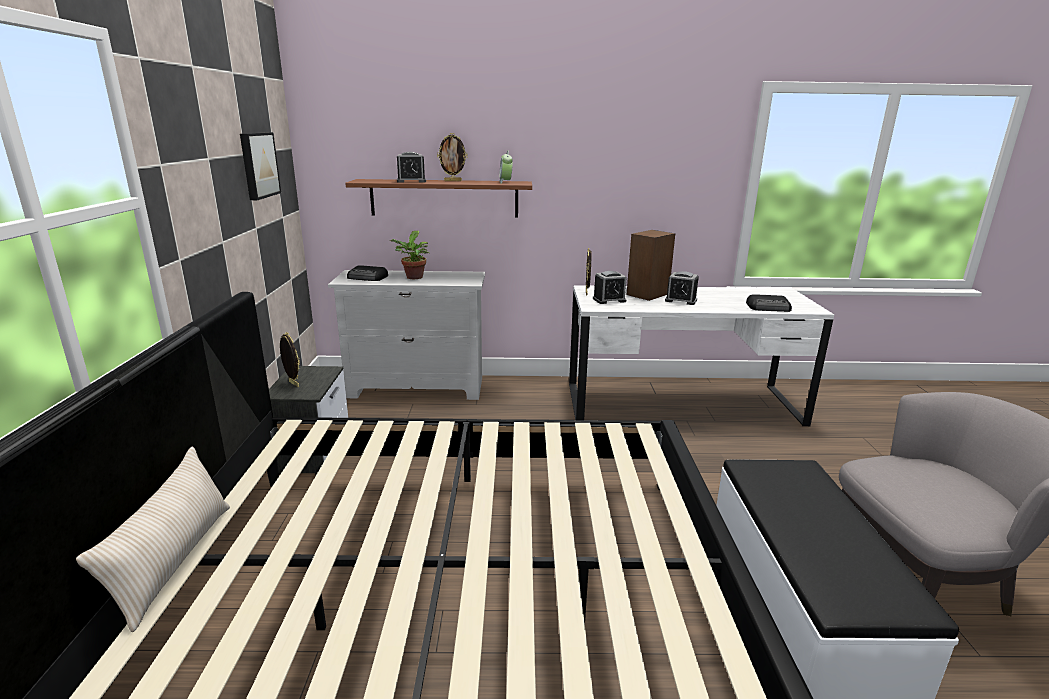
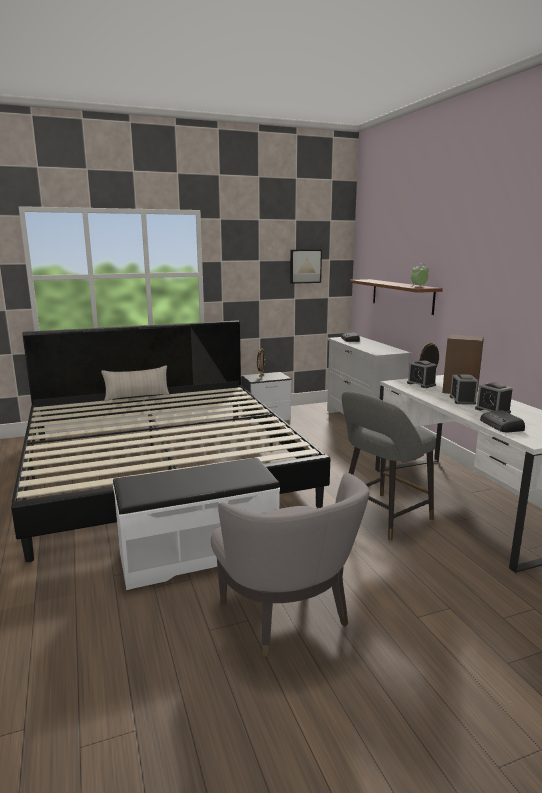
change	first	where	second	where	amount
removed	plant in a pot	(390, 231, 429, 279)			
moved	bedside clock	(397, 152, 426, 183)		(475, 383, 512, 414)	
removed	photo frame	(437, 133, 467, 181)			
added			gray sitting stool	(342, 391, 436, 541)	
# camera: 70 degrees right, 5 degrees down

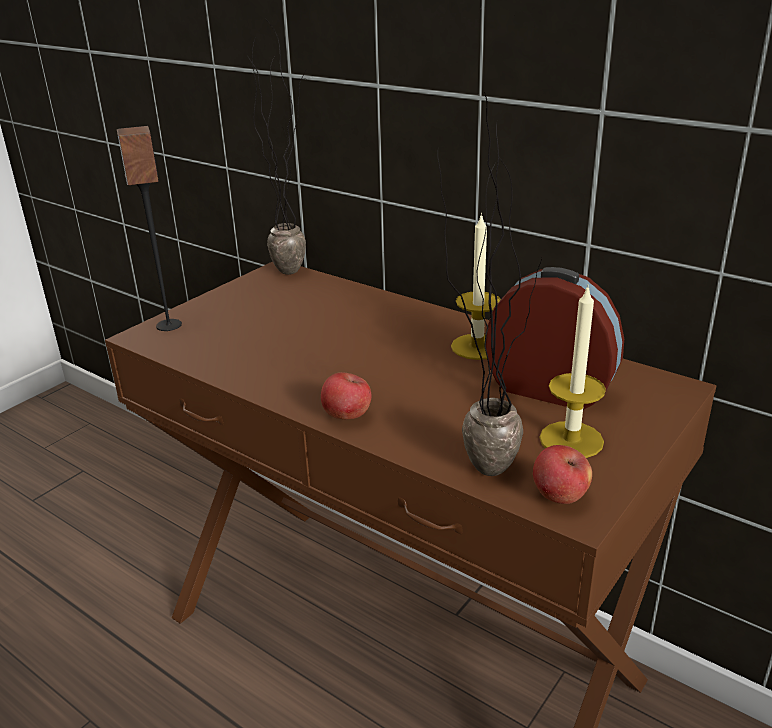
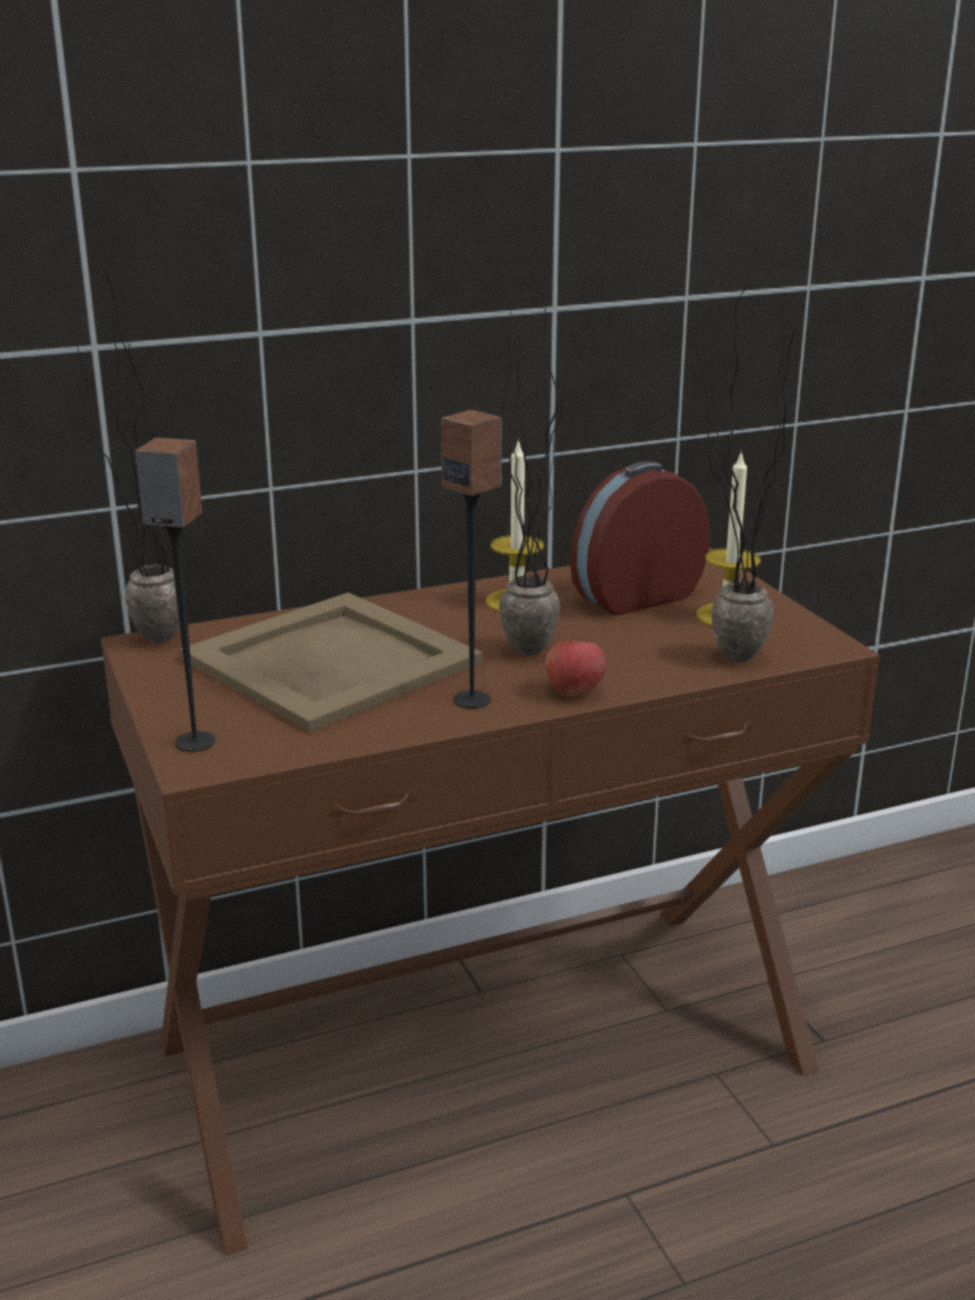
change	first	where	second	where	amount
removed	apple fruit	(533, 445, 592, 504)			
added			sand-coloured serving tray	(179, 592, 483, 732)	
added			speaker	(441, 410, 502, 708)	
added			plant in a pot	(499, 272, 580, 656)	
# camera: 60 degrees left, 5 degrees down

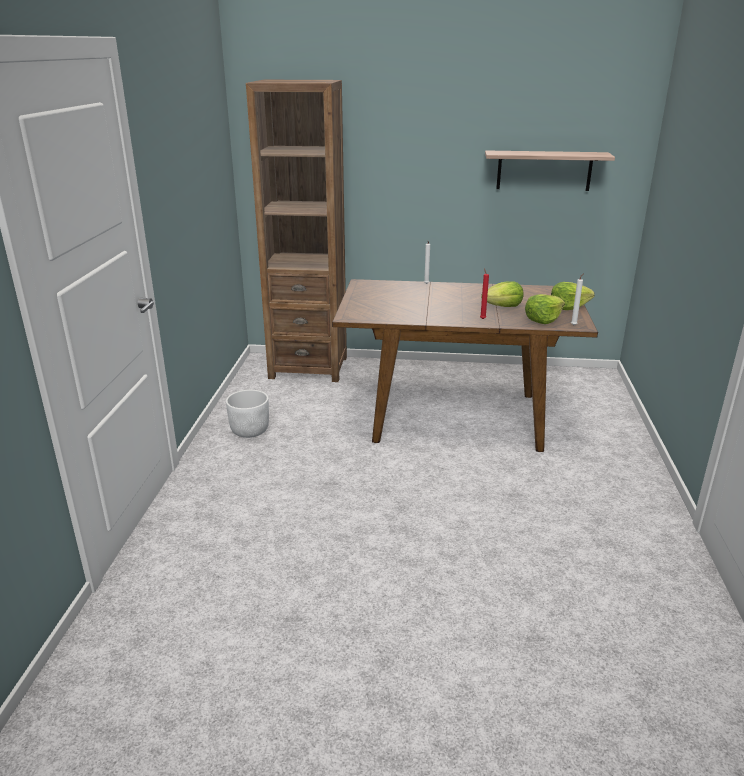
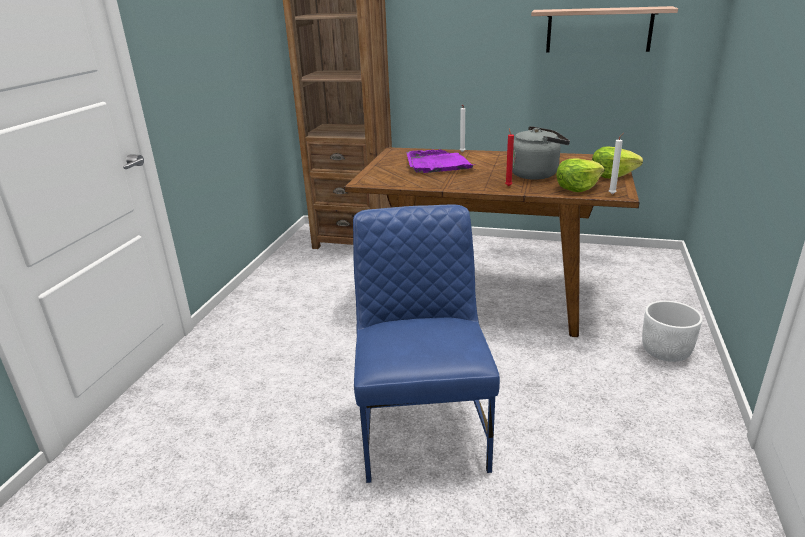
change	first	where	second	where	amount
moved	white-coloured planter	(226, 390, 269, 438)		(642, 301, 703, 362)	
replaced	lettuce head	(481, 281, 523, 307)	gray water kettle	(512, 126, 570, 180)	
added			blue upright chair	(353, 204, 500, 483)	
added			purple serving tray	(407, 150, 474, 173)	
# camera: 10 degrees right, 0 degrees up

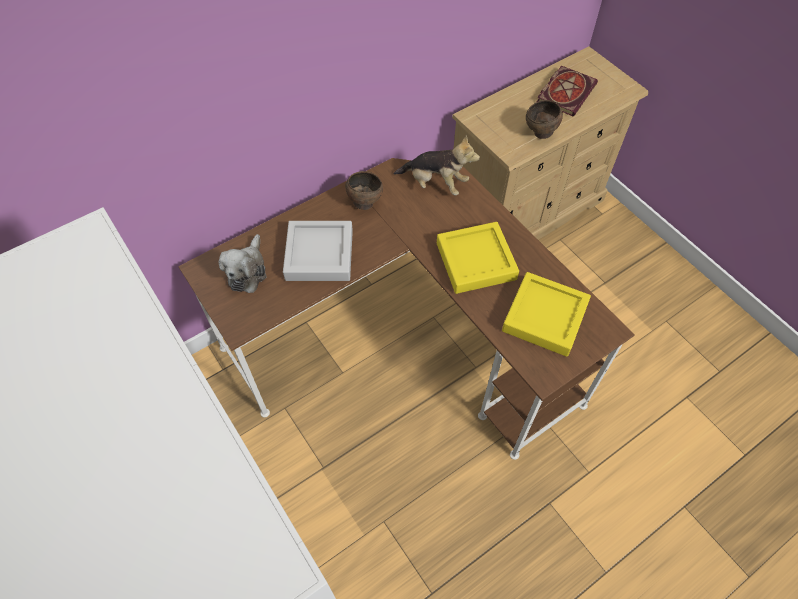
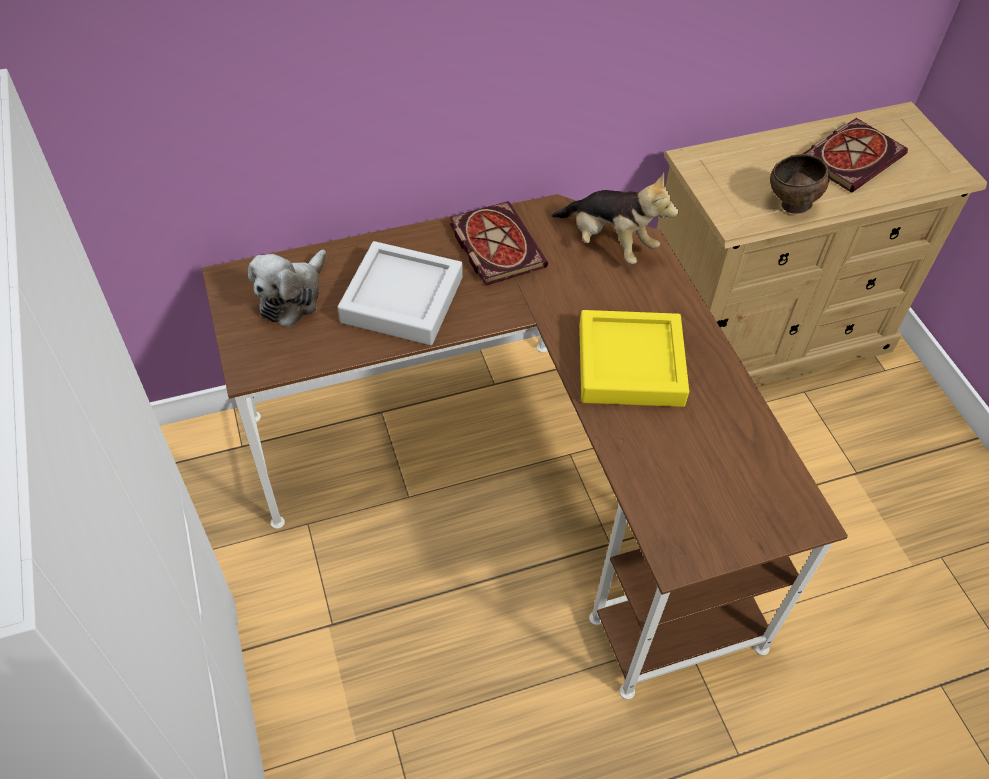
change	first	where	second	where	amount
replaced	brown deep dish	(345, 171, 383, 210)	volume	(450, 201, 548, 286)	
removed	yellow-coloured serving tray	(502, 272, 591, 357)			
# camera: 15 degrees right, 5 degrees down

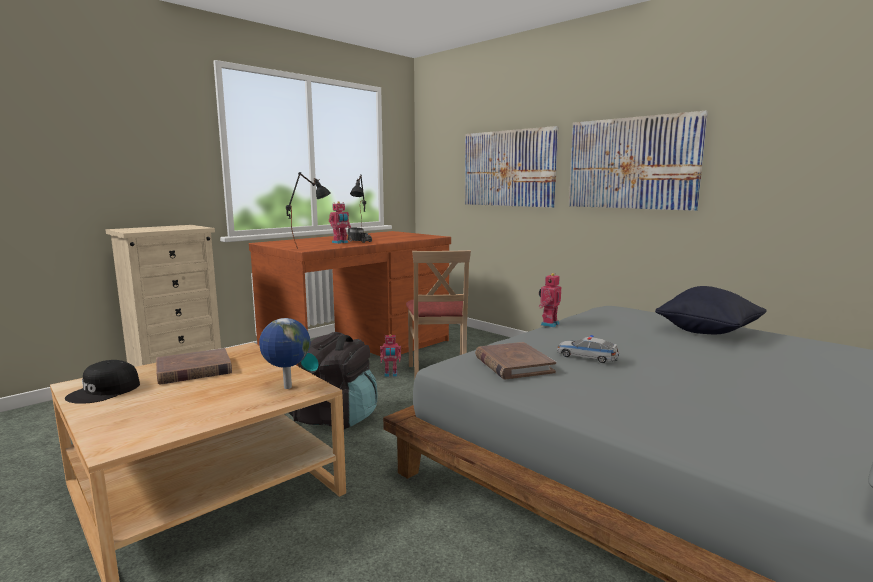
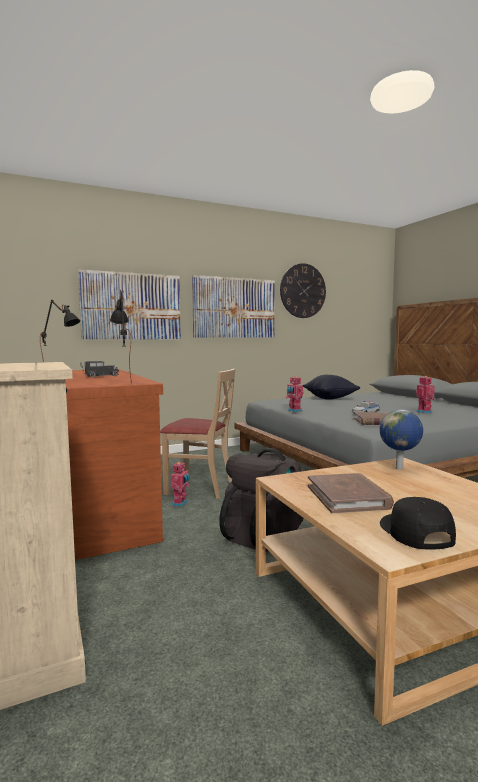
change	first	where	second	where	amount
turned	black baseball cap	(65, 360, 140, 404)		(380, 497, 456, 550)	150 degrees counterclockwise
moved	toy robot	(329, 201, 351, 244)		(416, 376, 436, 414)	
added			wall clock	(280, 263, 326, 318)	
# camera: 70 degrees left, 5 degrees down

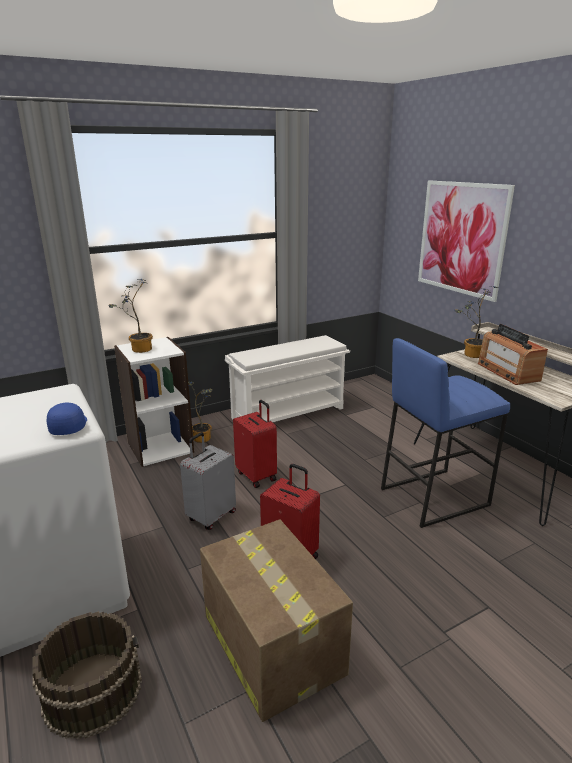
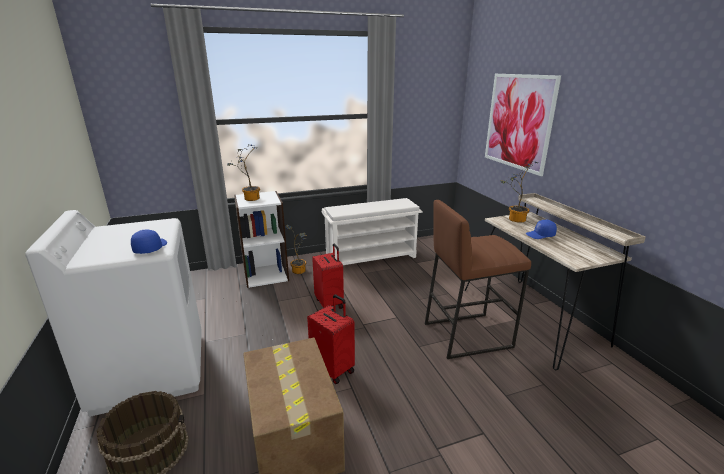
change	first	where	second	where	amount
removed	gray suitcase	(180, 433, 236, 530)			
recoloured	blue sitting stool	(381, 338, 510, 528)	brown sitting stool	(425, 200, 531, 359)	
replaced	radio receiver	(478, 324, 548, 385)	blue baseball cap	(526, 220, 557, 239)	
# camera: 10 degrees right, 0 degrees up

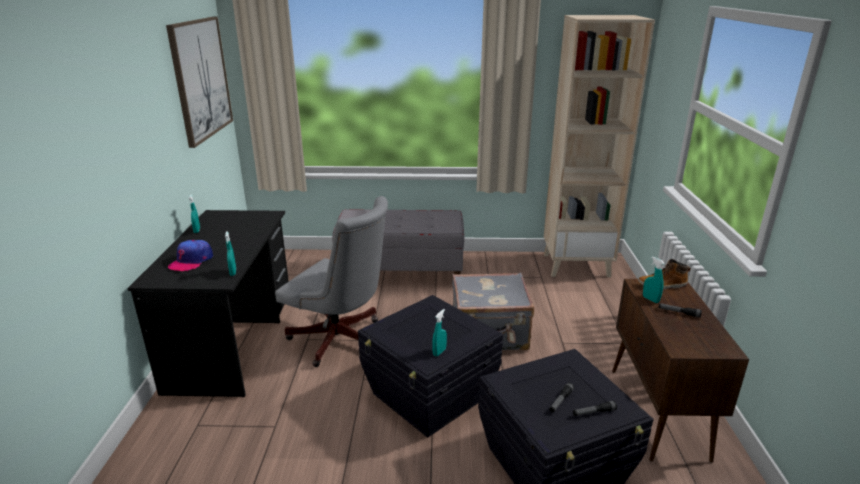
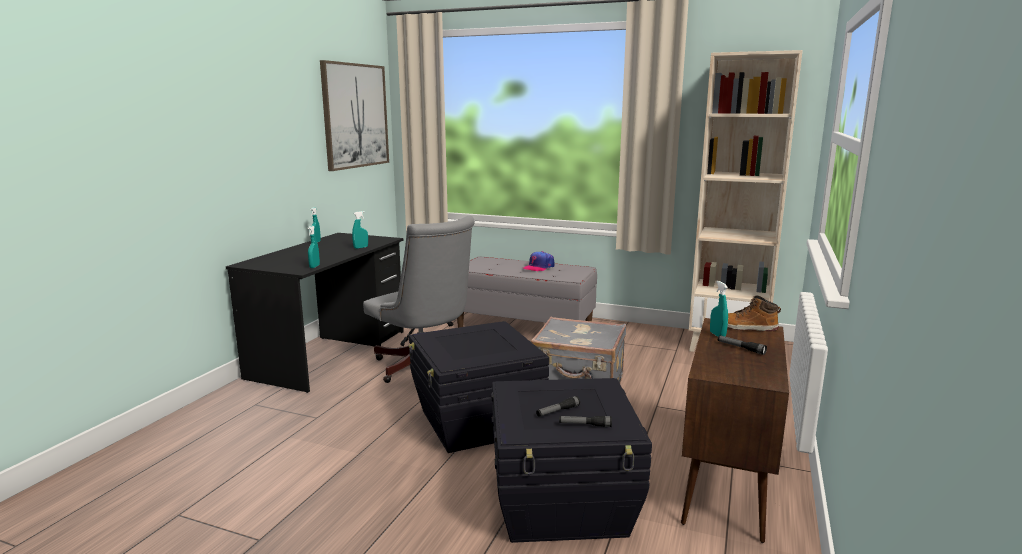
change	first	where	second	where	amount
moved	baseball cap	(168, 240, 213, 271)		(523, 251, 554, 272)	
moved	blue-green sprayer	(432, 309, 447, 356)		(352, 211, 368, 249)	
# camera: 20 degrees right, 10 degrees down

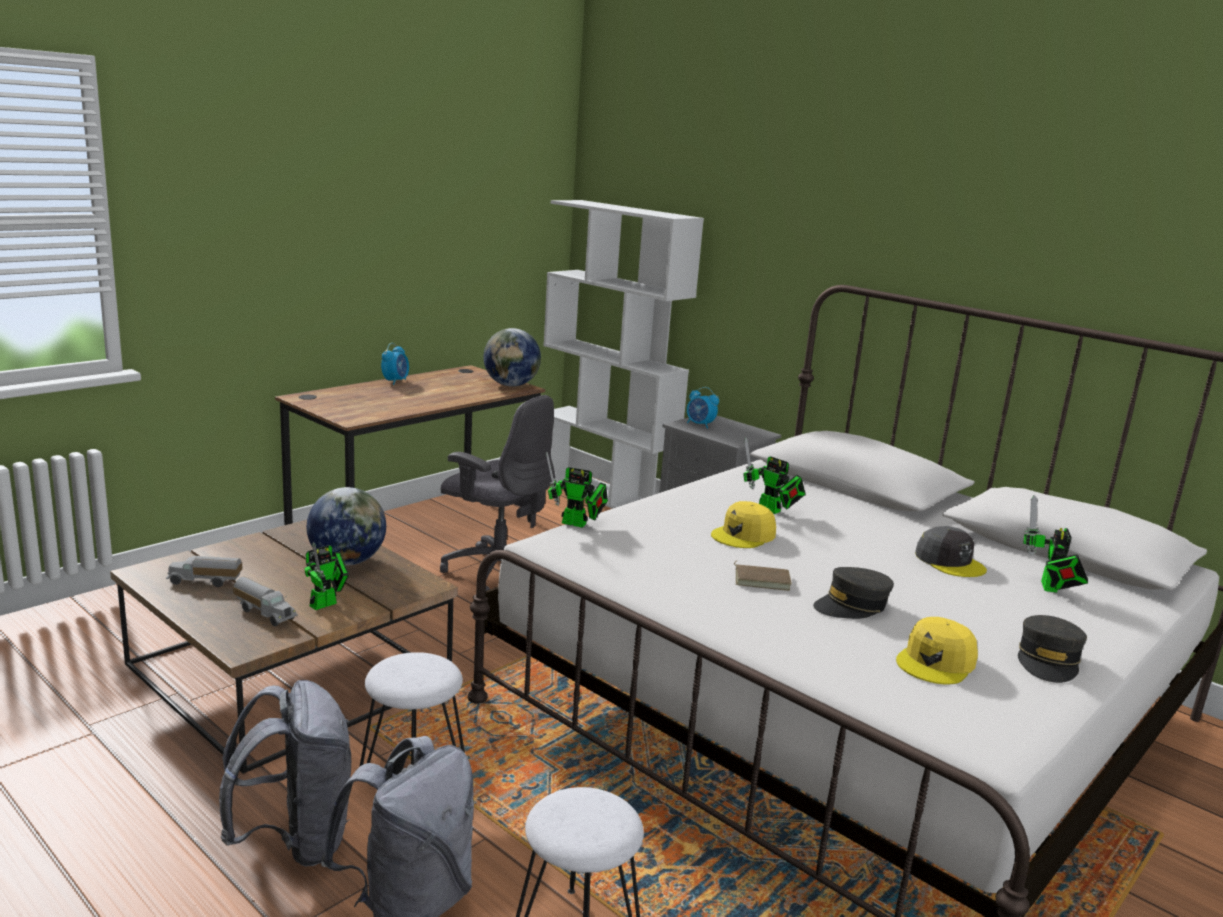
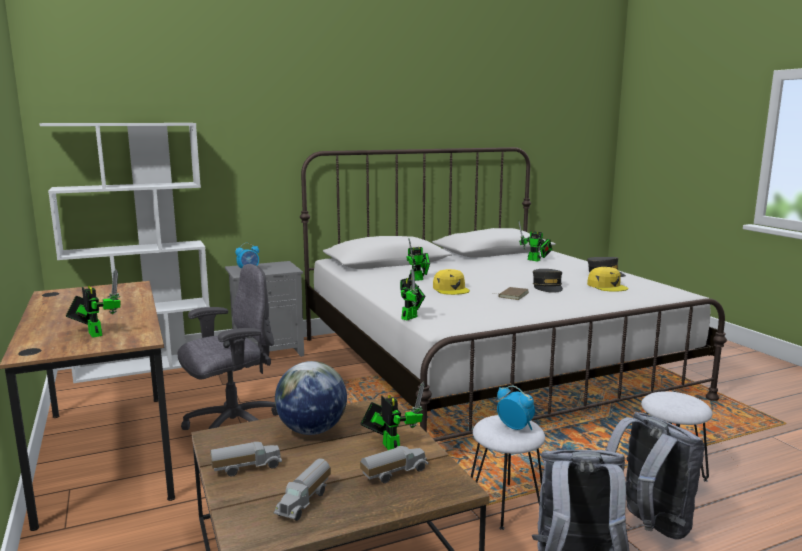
change	first	where	second	where	amount
moved	bedside clock	(381, 343, 409, 385)		(497, 386, 535, 430)	
removed	desk globe	(484, 328, 541, 386)			
removed	gray baseball cap	(915, 526, 987, 577)			
added			toy robot	(66, 269, 120, 338)	
added			toy lorry	(210, 441, 282, 476)	
# camera: 65 degrees left, 5 degrees down

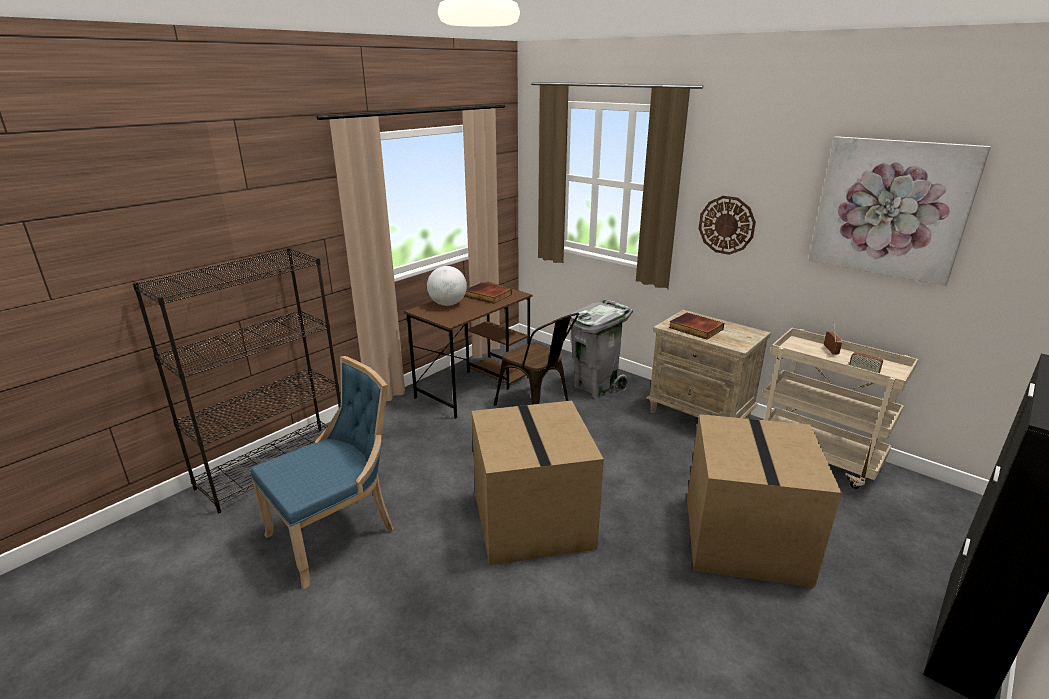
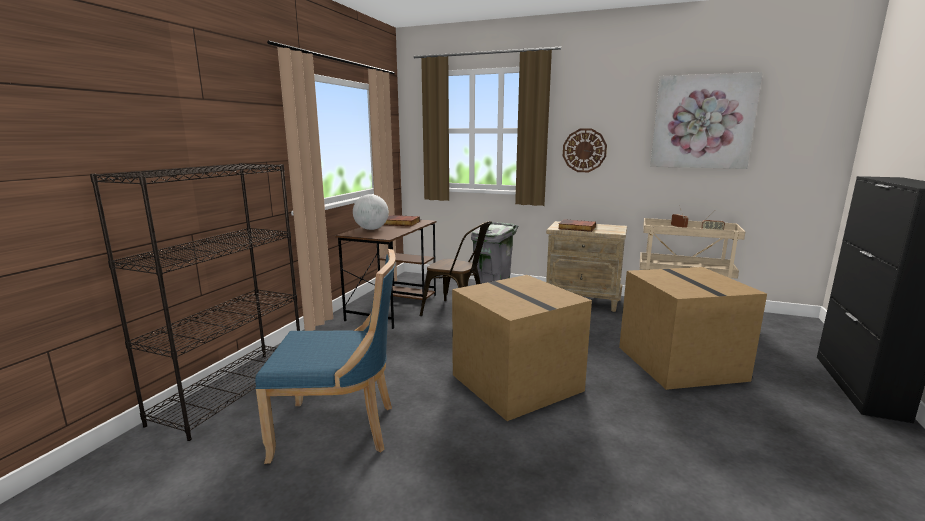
change	first	where	second	where	amount
turned	blue upright chair	(250, 356, 393, 589)		(255, 249, 395, 464)	60 degrees clockwise
# camera: 20 degrees left, 10 degrees down

